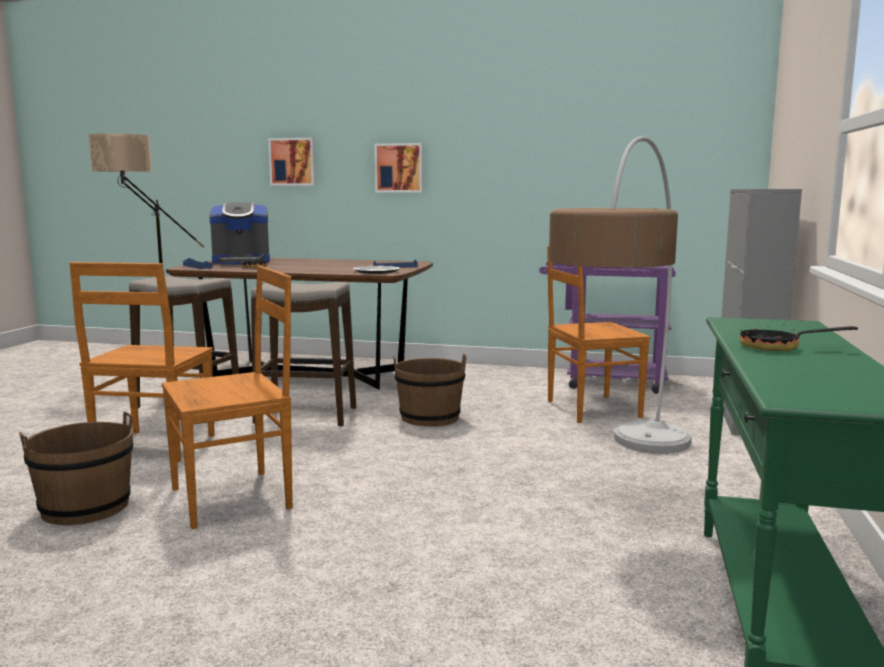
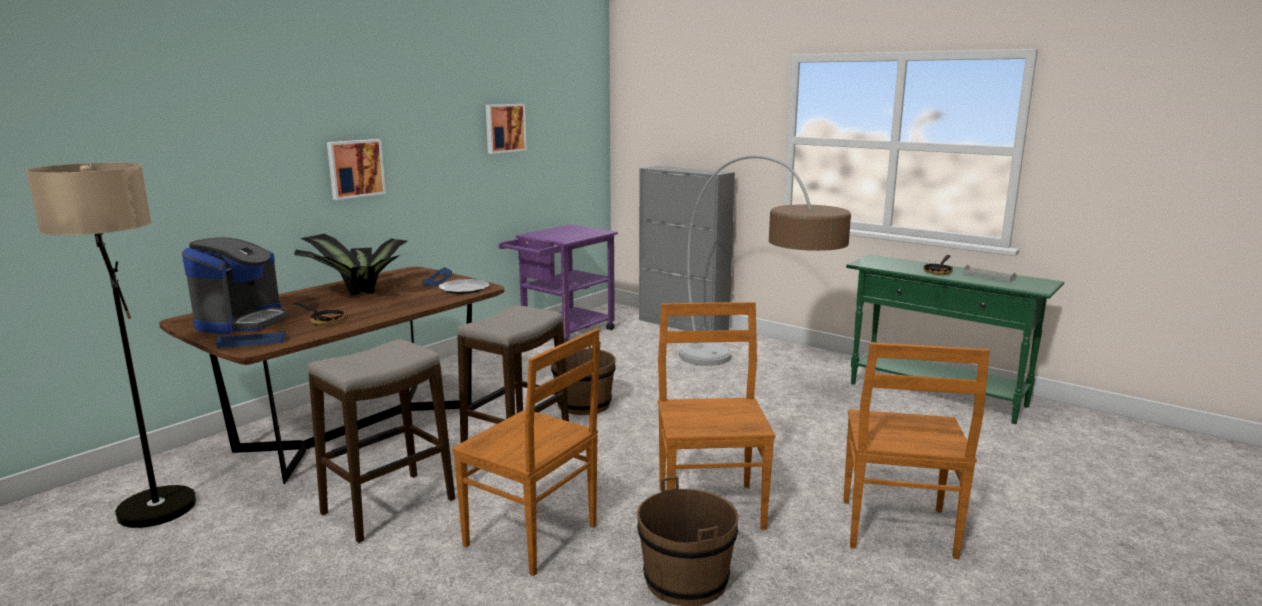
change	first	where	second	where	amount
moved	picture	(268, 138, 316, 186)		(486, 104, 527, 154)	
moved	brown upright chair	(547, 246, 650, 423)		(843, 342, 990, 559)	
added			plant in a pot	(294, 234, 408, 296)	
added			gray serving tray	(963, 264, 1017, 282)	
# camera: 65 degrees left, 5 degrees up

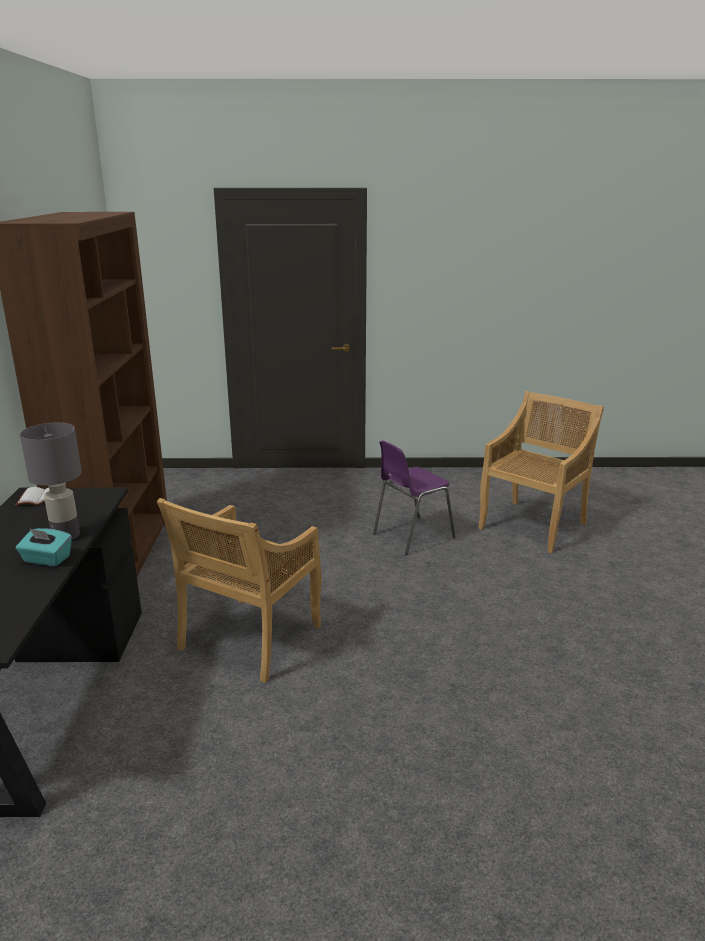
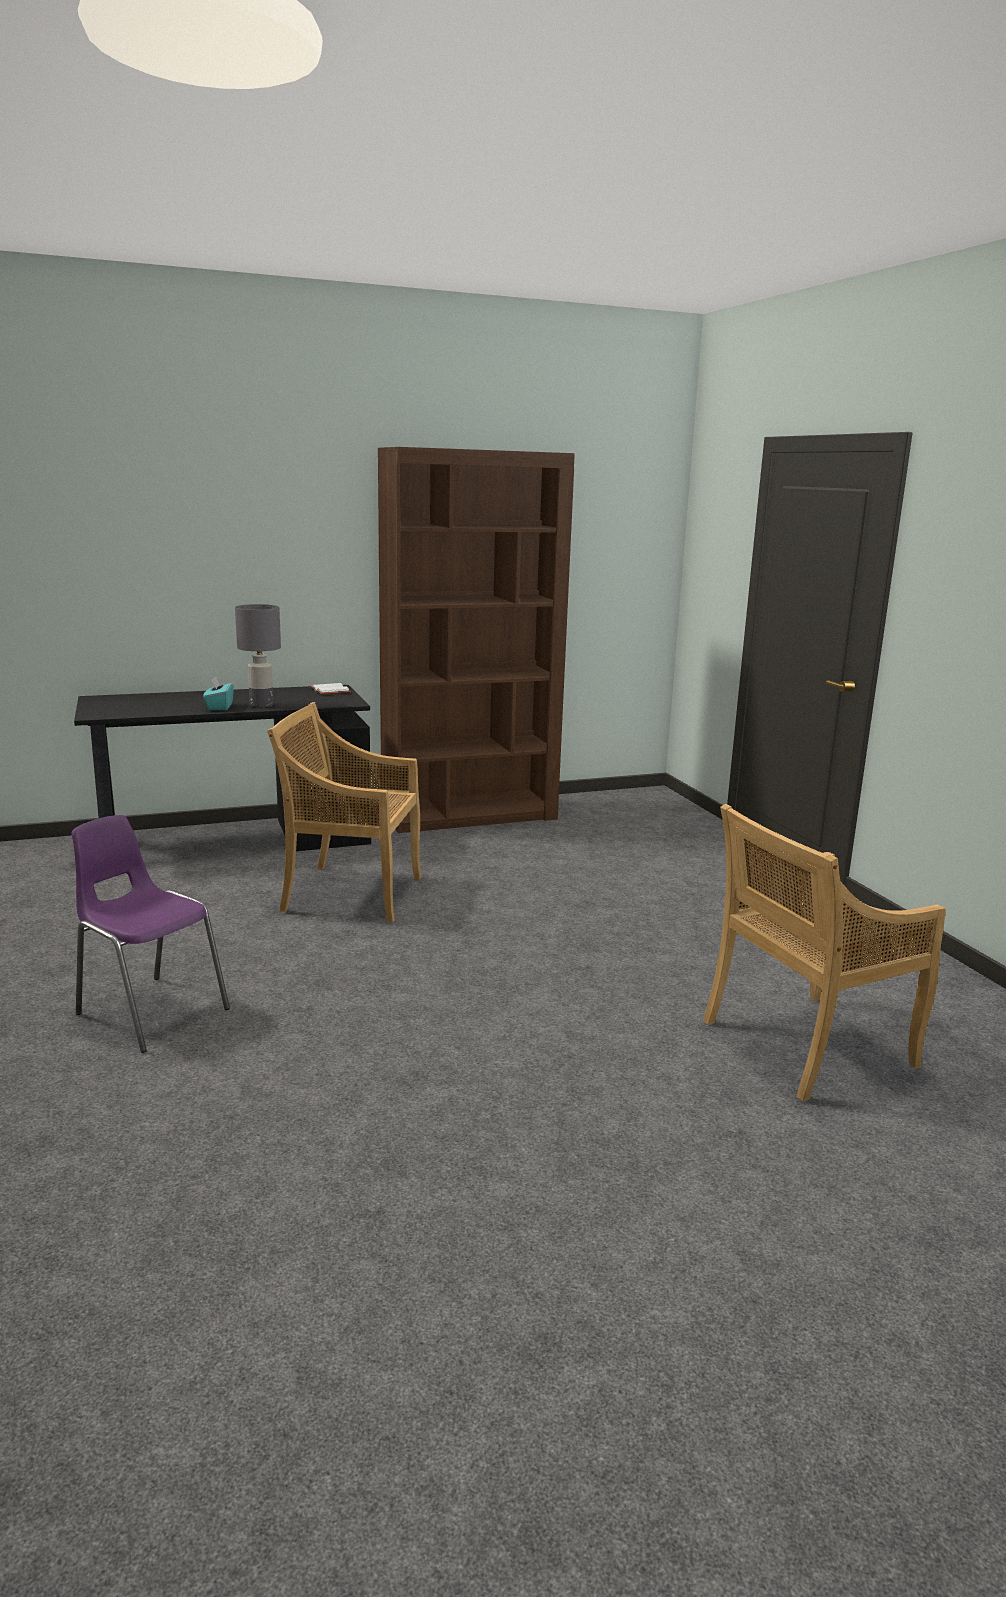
change	first	where	second	where	amount
moved	purple upright chair	(373, 440, 456, 555)		(72, 815, 230, 1053)	
turned	sand-coloured upright chair	(478, 391, 604, 553)		(703, 804, 946, 1101)	135 degrees clockwise
# camera: 70 degrees right, 5 degrees down

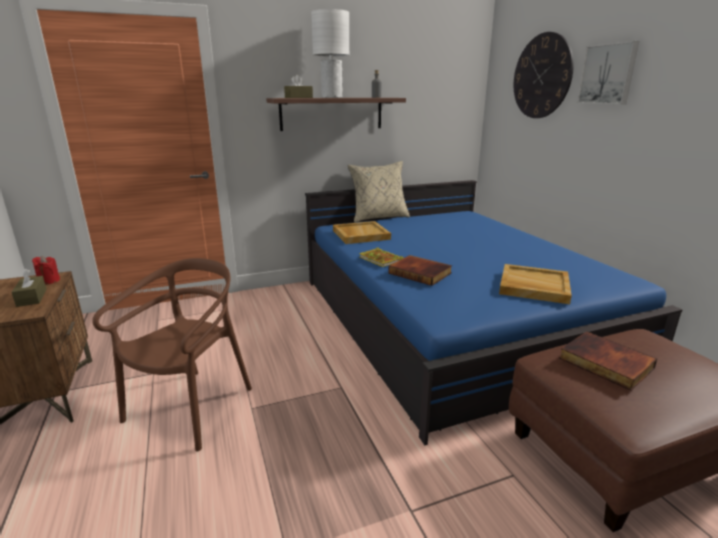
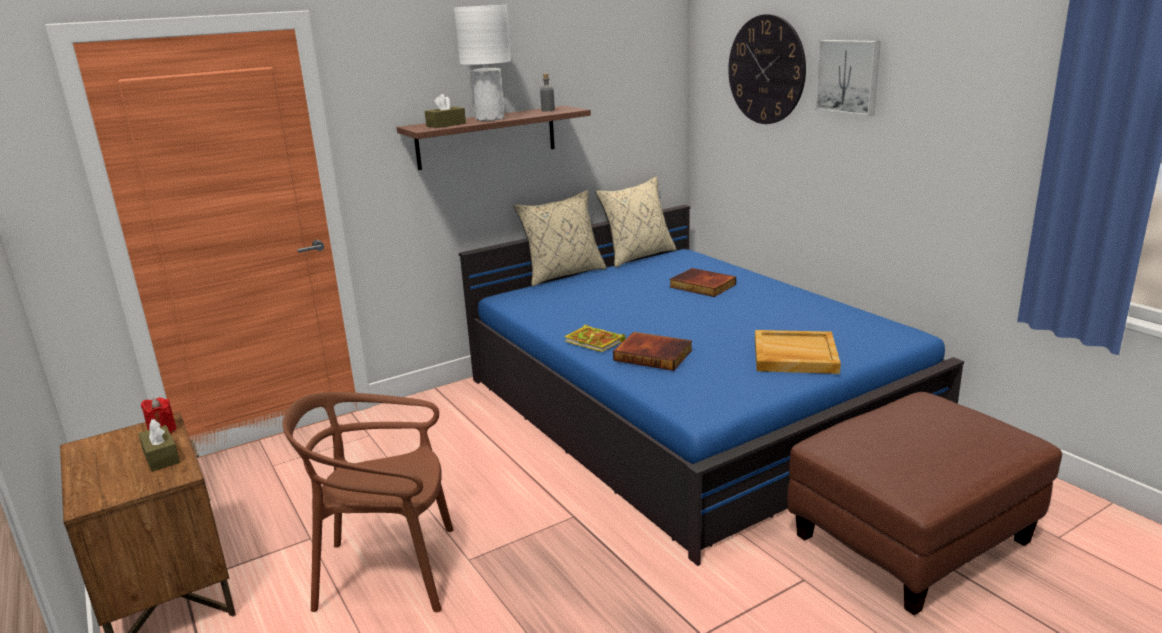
change	first	where	second	where	amount
turned	brown upright chair	(92, 258, 252, 452)		(283, 392, 454, 612)	105 degrees counterclockwise
removed	sand-coloured serving tray	(333, 221, 391, 244)			
moved	volume	(559, 332, 657, 391)		(669, 268, 736, 297)	
added			sand-coloured pillow	(595, 176, 677, 268)	
# camera: 10 degrees left, 0 degrees up

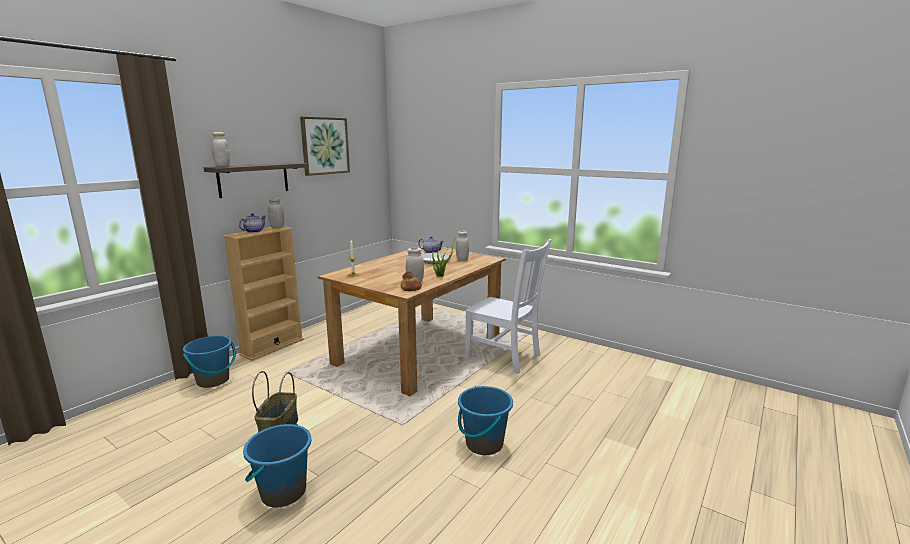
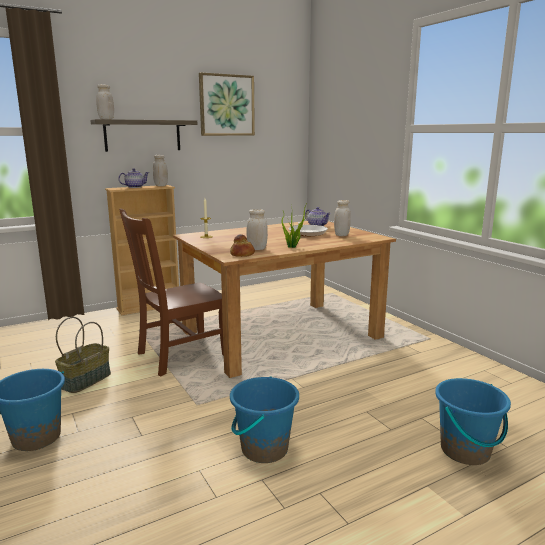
change	first	where	second	where	amount
moved	blue bucket	(183, 336, 236, 388)		(435, 378, 511, 465)	
removed	white-coloured upright chair	(465, 239, 551, 374)			
added			brown upright chair	(119, 209, 224, 376)	
# camera: 25 degrees right, 0 degrees up

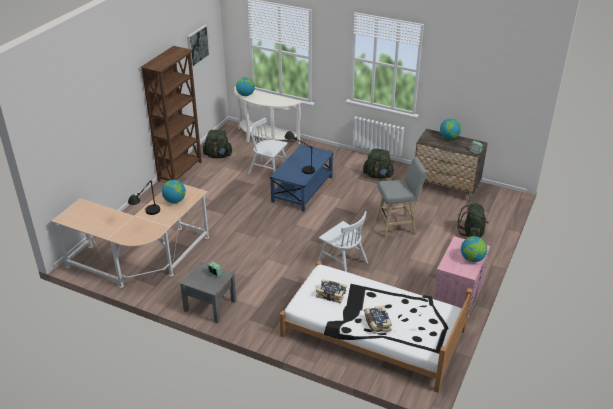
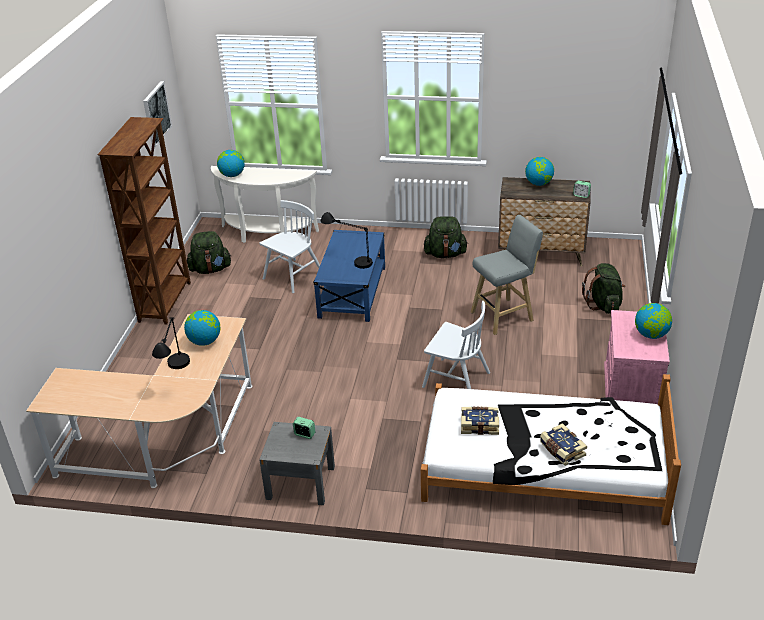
change	first	where	second	where	amount
turned	white-coloured upright chair	(248, 118, 288, 181)		(260, 200, 320, 293)	120 degrees clockwise
# camera: 15 degrees left, 0 degrees up

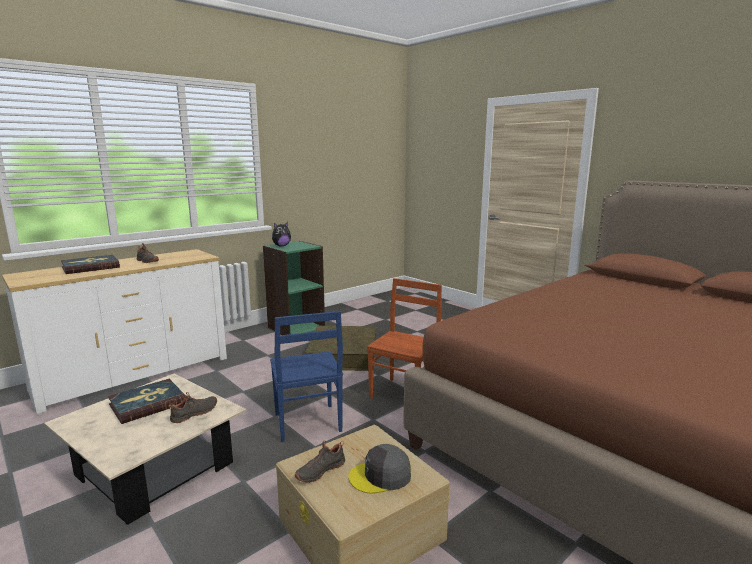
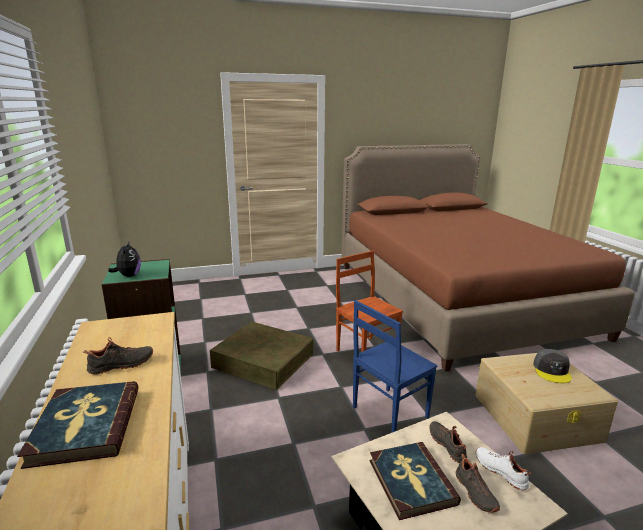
change	first	where	second	where	amount
turned	blue upright chair	(270, 311, 343, 442)		(353, 300, 437, 433)	135 degrees clockwise
moved	black low shoe	(295, 440, 345, 483)		(456, 454, 500, 513)	
added			white-coloured low shoe	(476, 447, 531, 490)	
# camera: 65 degrees left, 5 degrees up

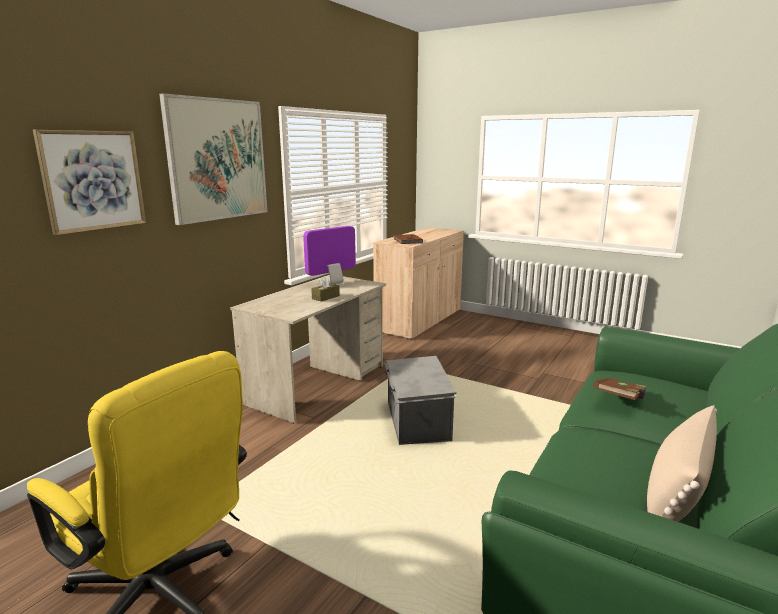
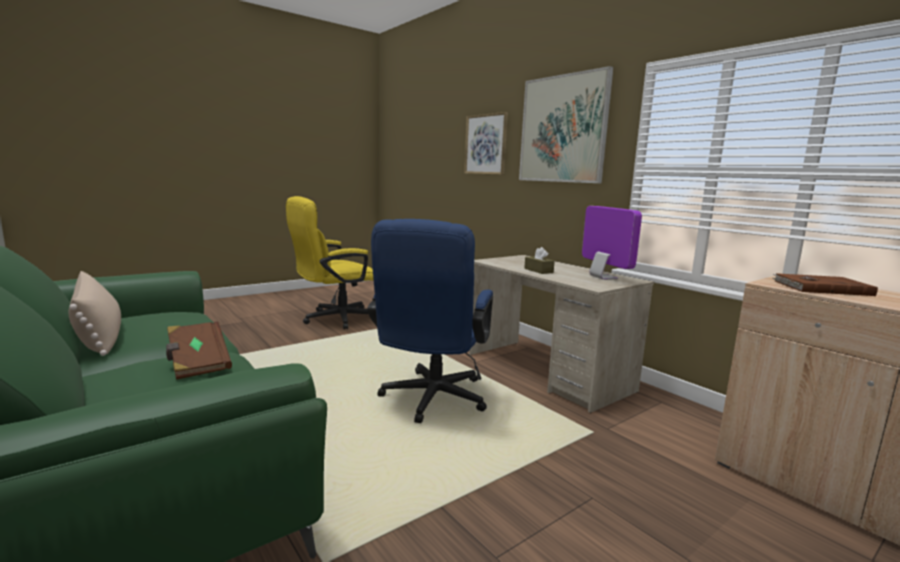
change	first	where	second	where	amount
replaced	gray storage box	(384, 356, 456, 445)	blue desk chair	(367, 219, 493, 423)	
# camera: 110 degrees right, 5 degrees down

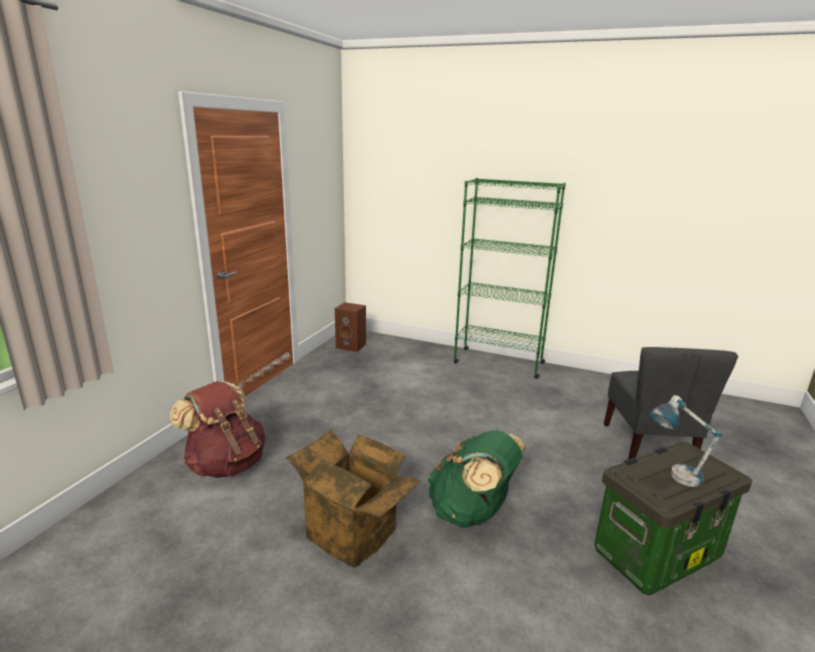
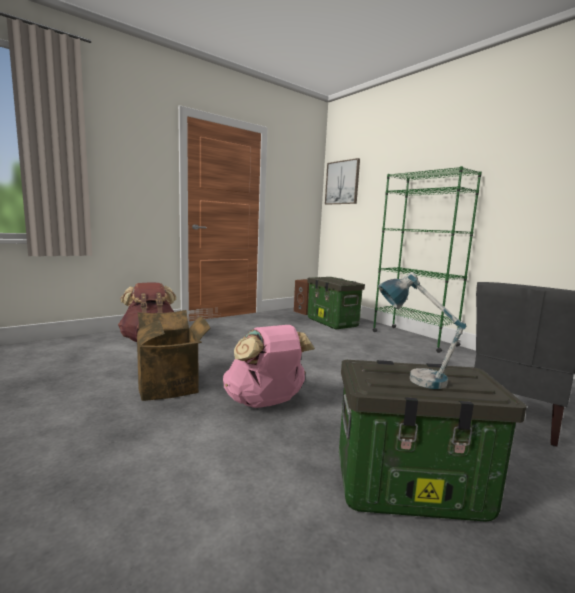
change	first	where	second	where	amount
recoloured	green-coloured backpack	(428, 430, 526, 528)	pink backpack	(223, 325, 315, 408)	
added			storage box	(307, 277, 365, 329)	
added			picture	(325, 158, 360, 205)	
# camera: 30 degrees right, 10 degrees down

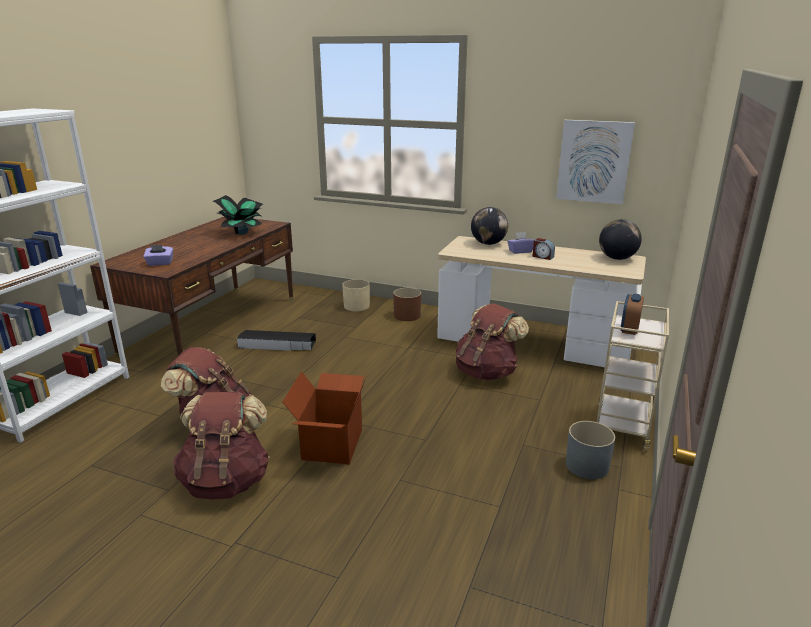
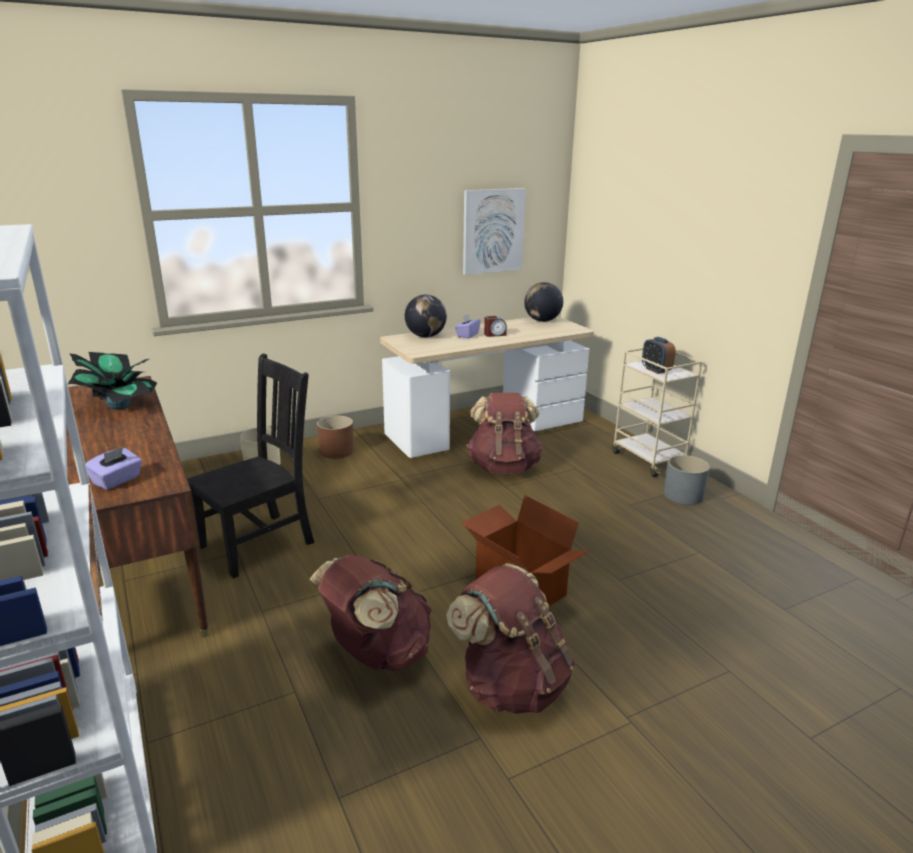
change	first	where	second	where	amount
replaced	black storage box	(237, 330, 316, 351)	black upright chair	(187, 354, 315, 579)	
# camera: 50 degrees left, 0 degrees up

